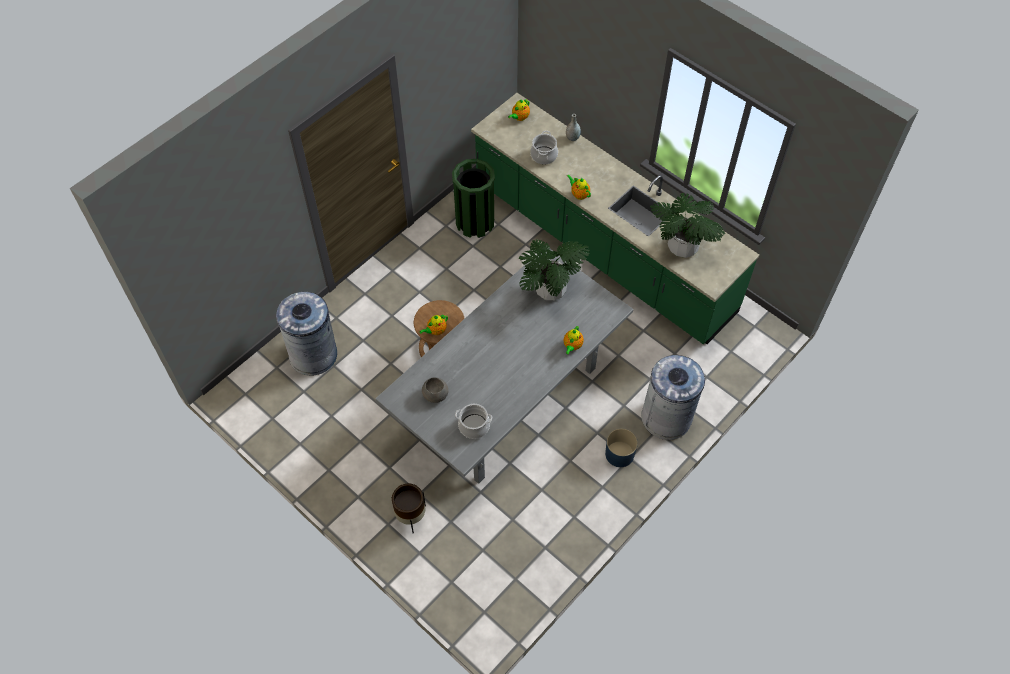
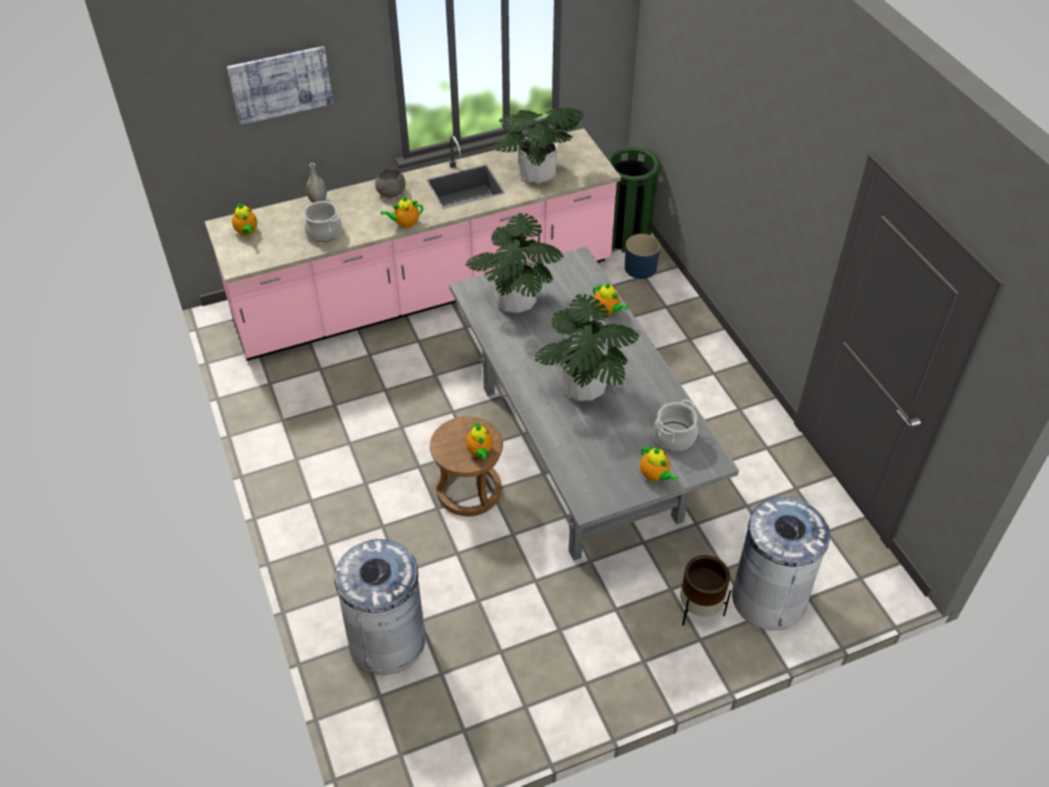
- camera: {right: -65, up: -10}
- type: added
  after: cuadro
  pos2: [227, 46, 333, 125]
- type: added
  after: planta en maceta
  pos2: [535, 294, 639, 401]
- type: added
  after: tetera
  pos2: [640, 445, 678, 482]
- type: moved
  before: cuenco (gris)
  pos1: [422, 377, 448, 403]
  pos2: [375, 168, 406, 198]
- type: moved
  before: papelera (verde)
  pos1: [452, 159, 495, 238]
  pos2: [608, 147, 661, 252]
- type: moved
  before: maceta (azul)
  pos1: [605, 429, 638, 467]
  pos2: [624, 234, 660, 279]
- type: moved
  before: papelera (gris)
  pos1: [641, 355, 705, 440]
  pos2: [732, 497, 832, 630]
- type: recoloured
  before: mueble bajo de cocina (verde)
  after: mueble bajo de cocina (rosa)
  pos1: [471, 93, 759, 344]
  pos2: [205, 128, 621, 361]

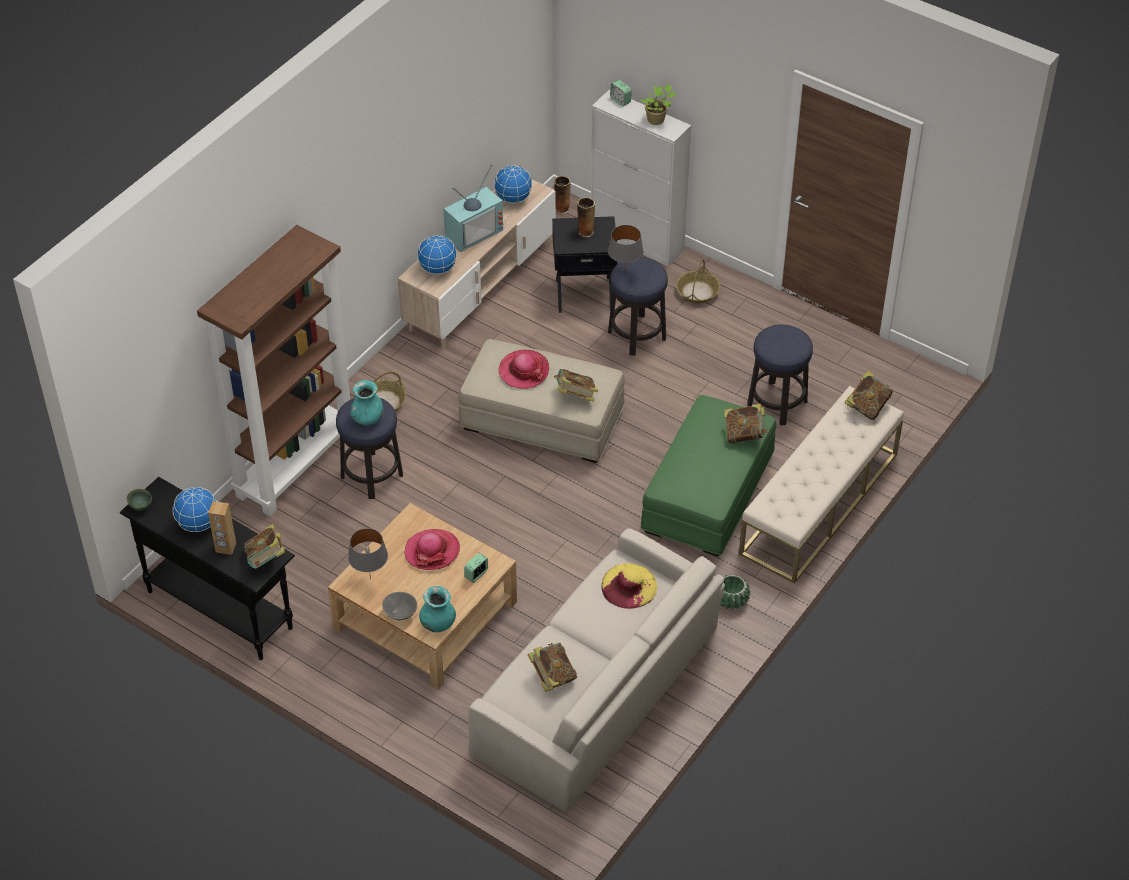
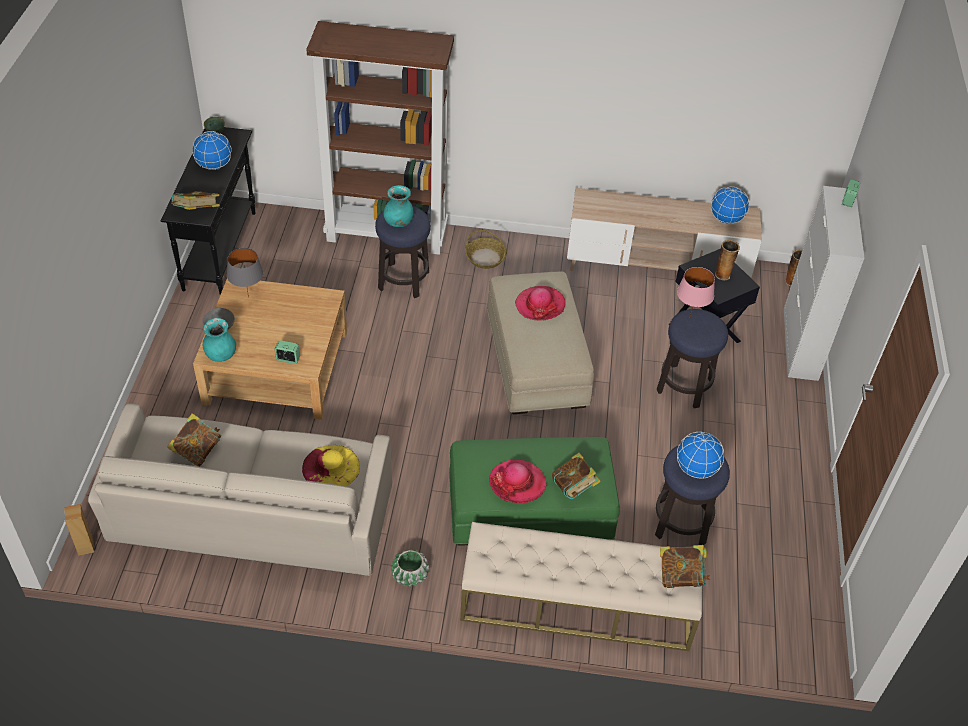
- camera: {right: 60, up: 0}
- type: removed
  before: televisor
  pos1: [444, 163, 503, 252]
- type: removed
  before: libro
  pos1: [554, 369, 598, 402]
- type: removed
  before: planta en maceta
  pos1: [639, 84, 676, 125]
- type: removed
  before: cesta
  pos1: [676, 259, 720, 304]
- type: moved
  before: altavoz (marrón)
  pos1: [208, 501, 236, 555]
  pos2: [64, 504, 94, 556]
- type: moved
  before: sombrero
  pos1: [405, 529, 460, 570]
  pos2: [489, 459, 547, 503]
- type: moved
  before: globo terráqueo
  pos1: [417, 235, 457, 274]
  pos2: [677, 431, 724, 479]
- type: recoloured
  before: lámpara de mesa (gris)
  after: lámpara de mesa (rosa)
  pos1: [608, 225, 643, 264]
  pos2: [677, 267, 715, 316]

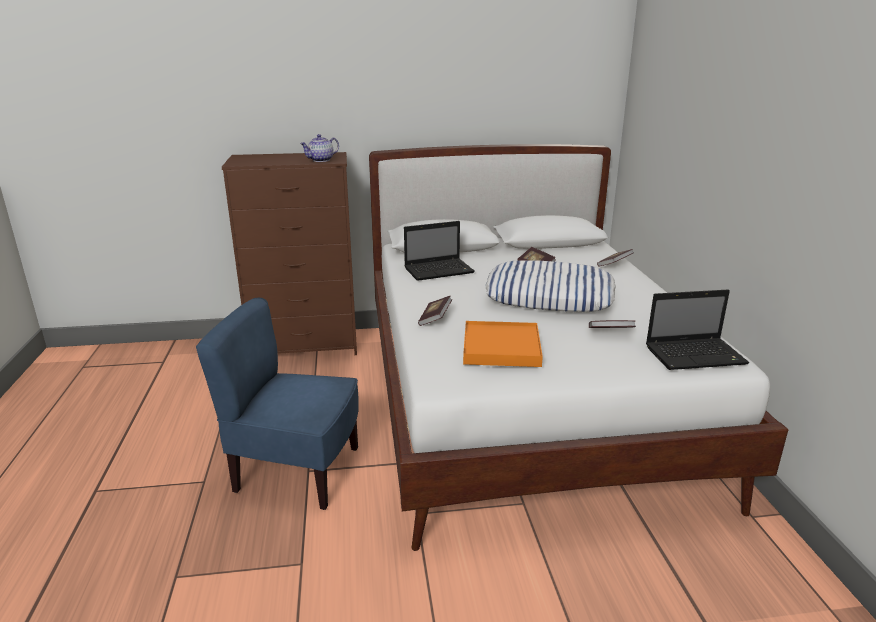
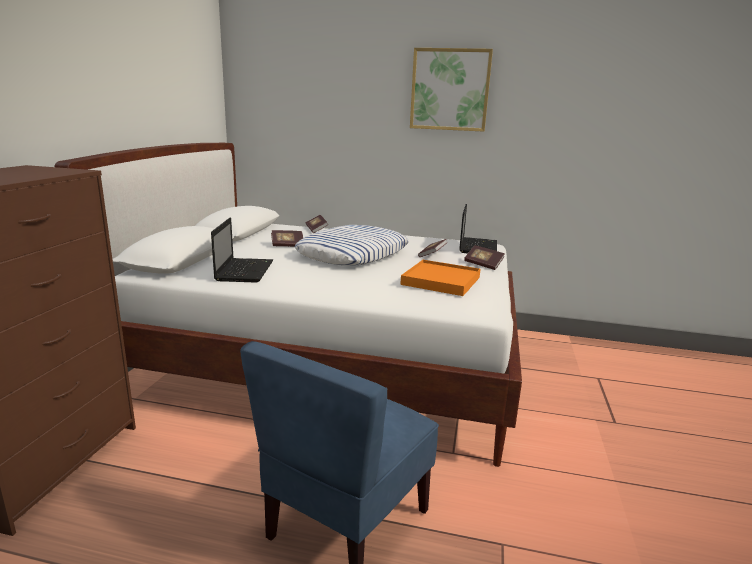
- camera: {right: -70, up: -5}
- type: removed
  before: tetera
  pos1: [300, 134, 339, 162]
- type: added
  after: cuadro
  pos2: [410, 48, 493, 132]
- type: moved
  before: libro
  pos1: [418, 296, 452, 326]
  pos2: [464, 245, 505, 270]

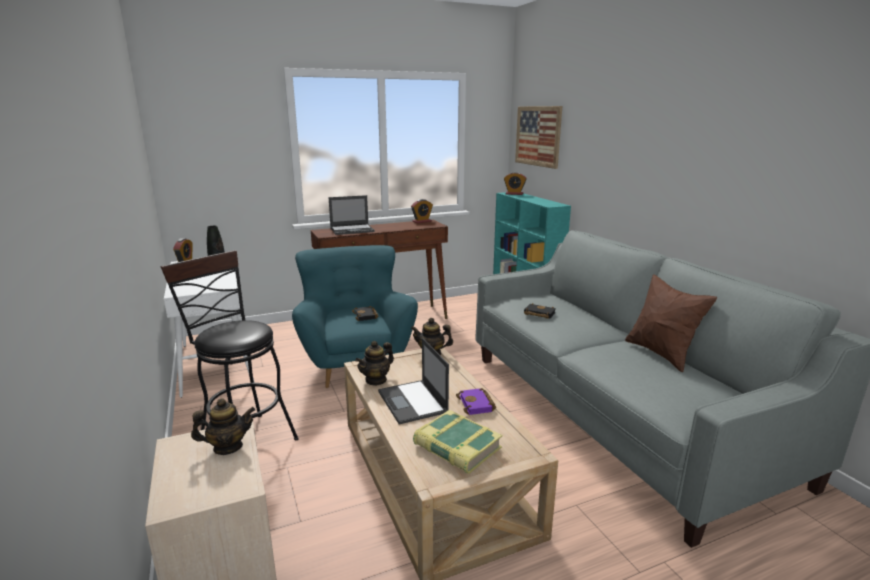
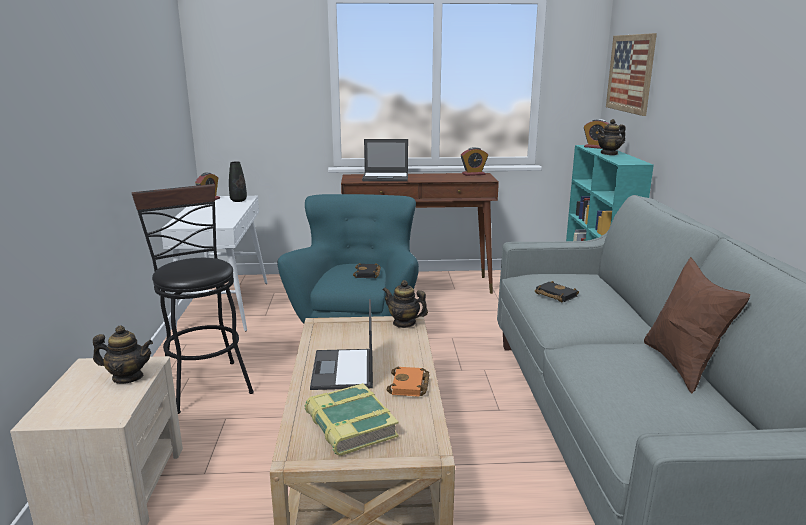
- camera: {right: 20, up: 0}
- type: moved
  before: tetera
  pos1: [355, 341, 394, 386]
  pos2: [597, 119, 626, 155]
- type: recoloured
  before: libro (morado)
  after: libro (naranja)
  pos1: [456, 388, 496, 415]
  pos2: [386, 367, 429, 397]

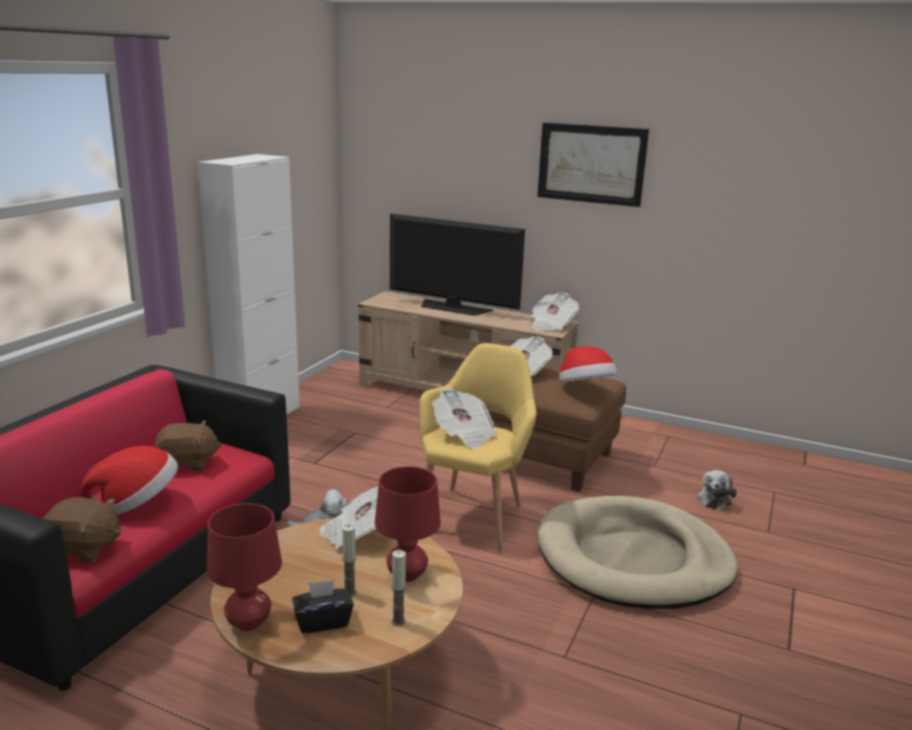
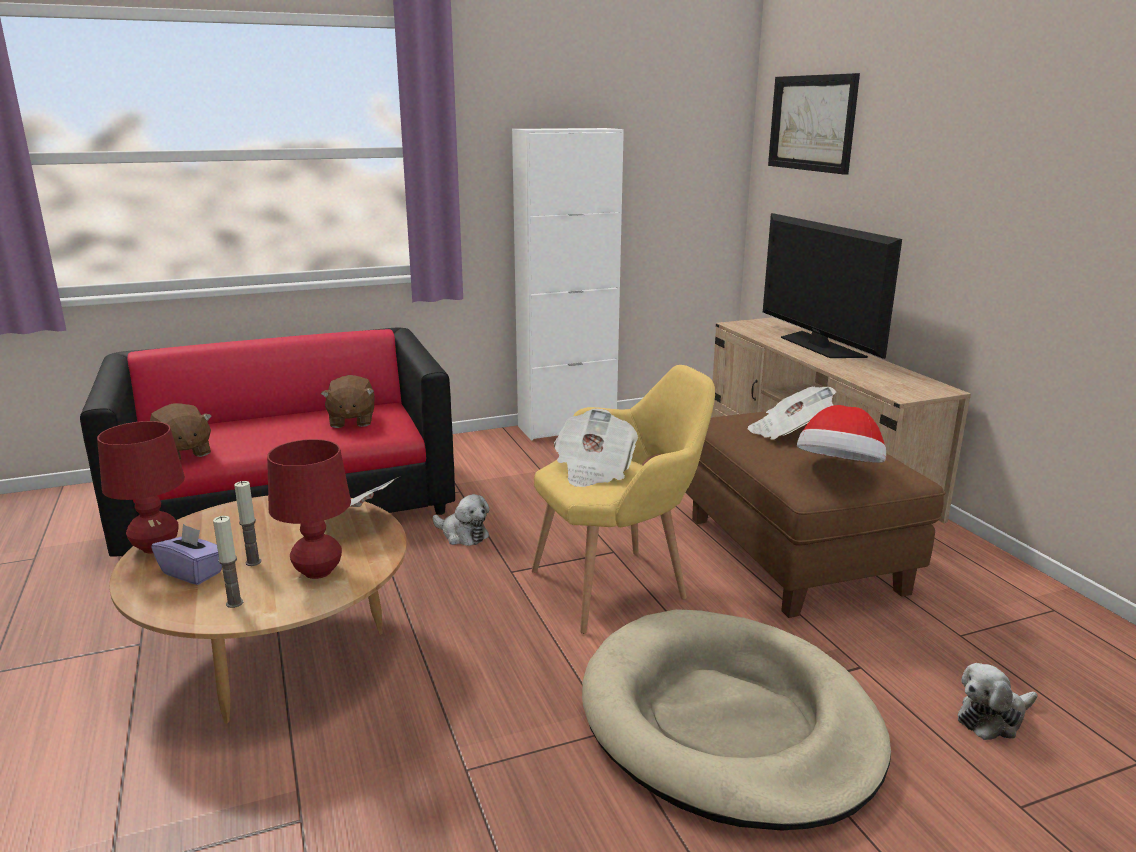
- camera: {right: 45, up: 0}
- type: removed
  before: sombrero
  pos1: [81, 445, 178, 514]
- type: removed
  before: periódico
  pos1: [531, 292, 579, 331]
- type: moved
  before: cuadro
  pos1: [538, 123, 649, 207]
  pos2: [768, 73, 860, 175]
- type: recoloured
  before: caja de pañuelos (negro)
  after: caja de pañuelos (morado)
  pos1: [292, 580, 354, 634]
  pos2: [151, 524, 222, 585]
- type: turned
  before: peluche (marrón)
  pos1: [155, 420, 222, 472]
  pos2: [321, 375, 375, 428]
  turn: 45

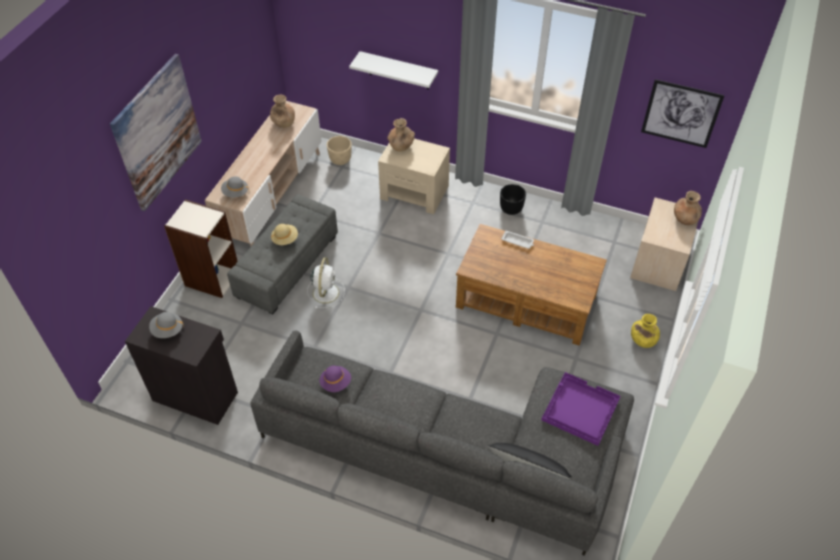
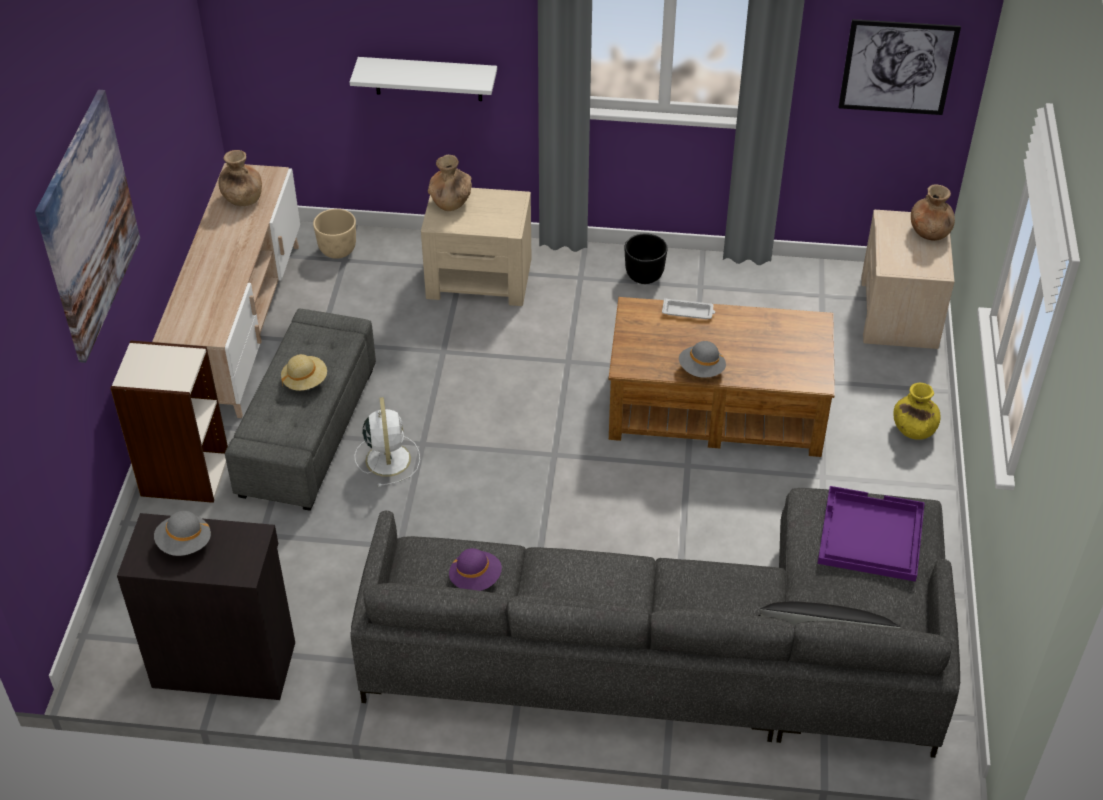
- camera: {right: -15, up: -5}
- type: moved
  before: sombrero (gris)
  pos1: [221, 176, 249, 197]
  pos2: [679, 341, 726, 378]

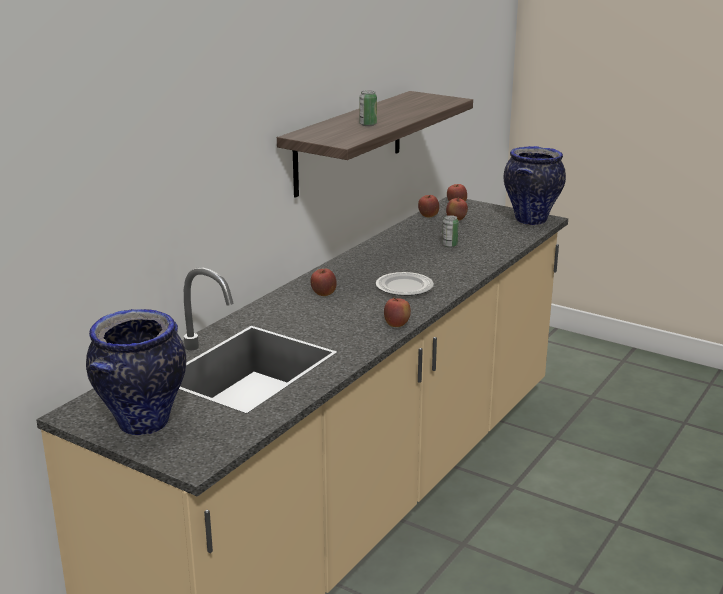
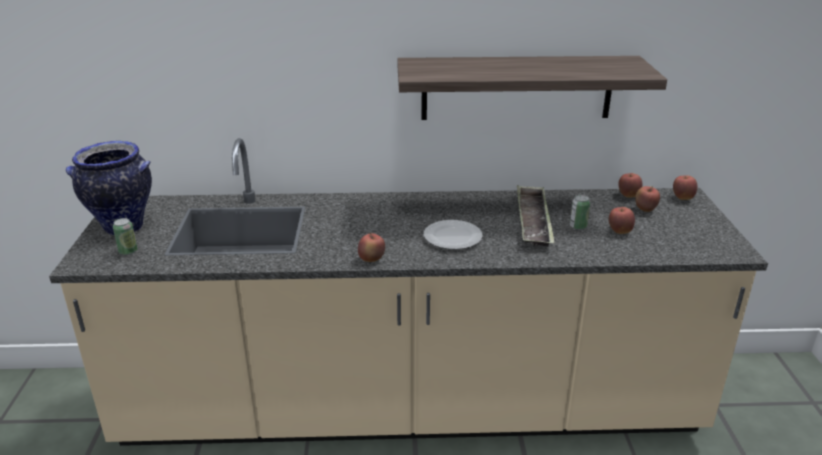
- camera: {right: 55, up: 5}
- type: removed
  before: florero
  pos1: [503, 146, 566, 225]
- type: added
  after: bandeja
  pos2: [517, 185, 554, 247]
- type: moved
  before: manzana
  pos1: [310, 269, 337, 296]
  pos2: [609, 207, 635, 234]
- type: moved
  before: lata
  pos1: [359, 90, 377, 126]
  pos2: [113, 218, 138, 255]

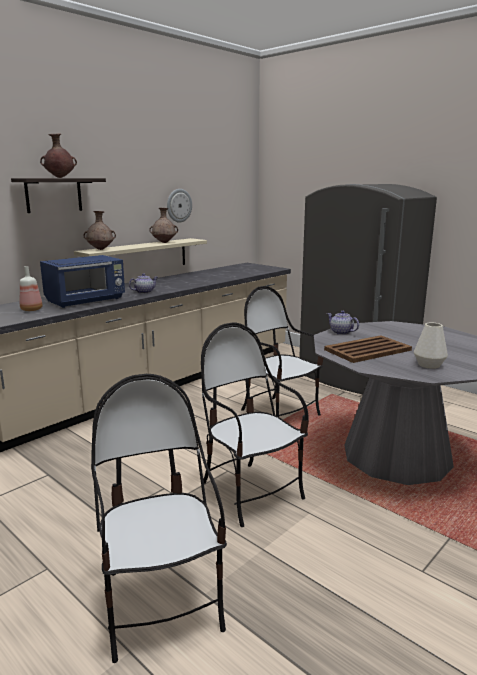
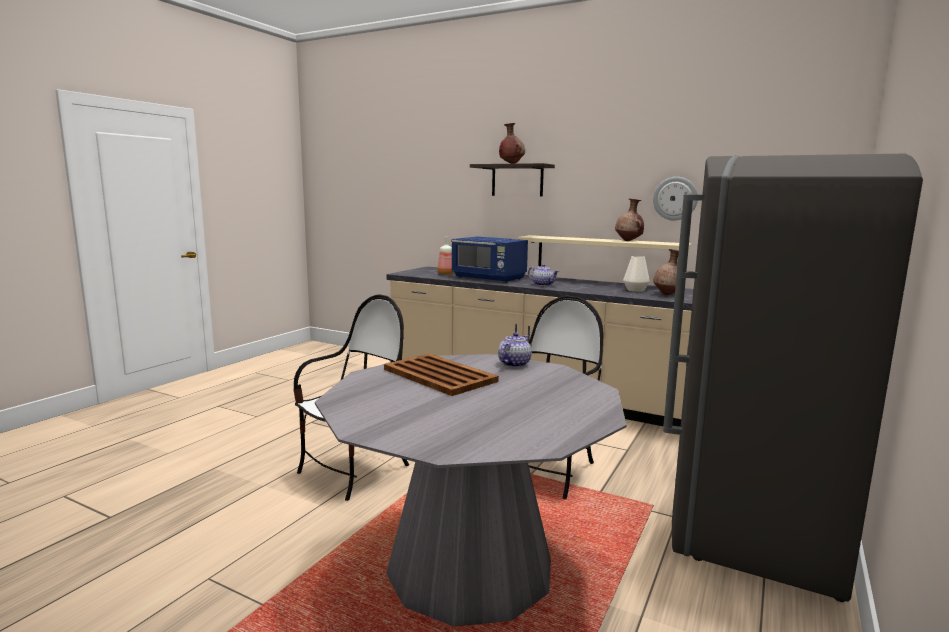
- camera: {right: 75, up: -5}
- type: removed
  before: silla
  pos1: [91, 374, 227, 663]
- type: moved
  before: florero (marrón)
  pos1: [83, 211, 116, 250]
  pos2: [653, 249, 679, 295]
- type: moved
  before: florero (blanco)
  pos1: [414, 323, 448, 369]
  pos2: [623, 256, 650, 292]

